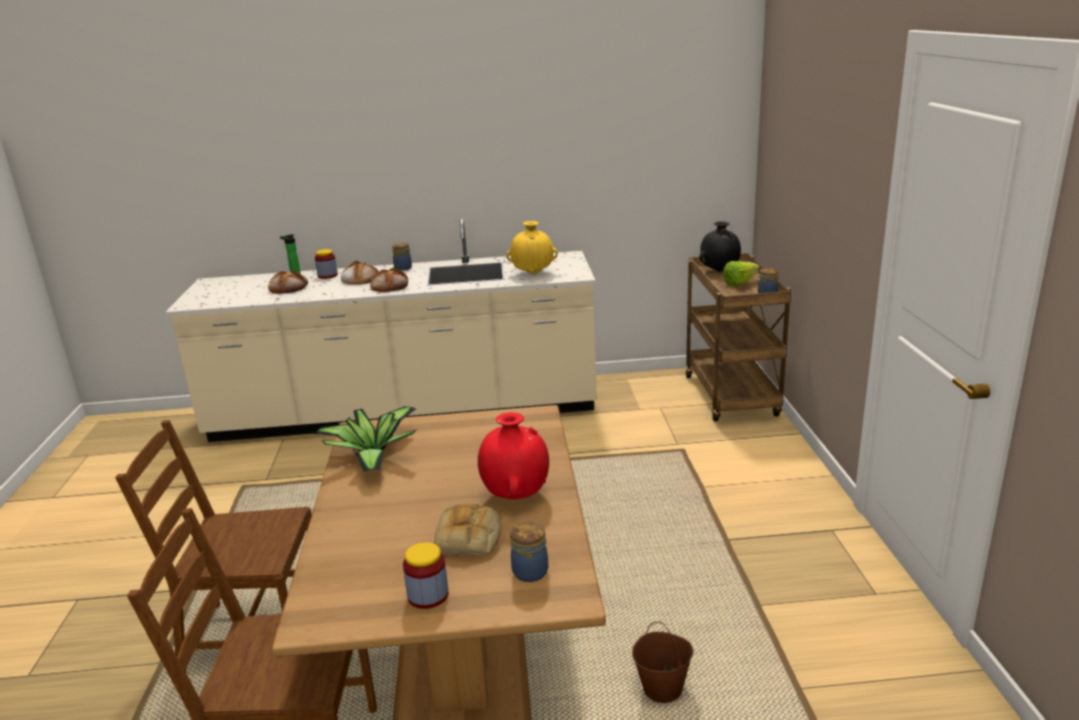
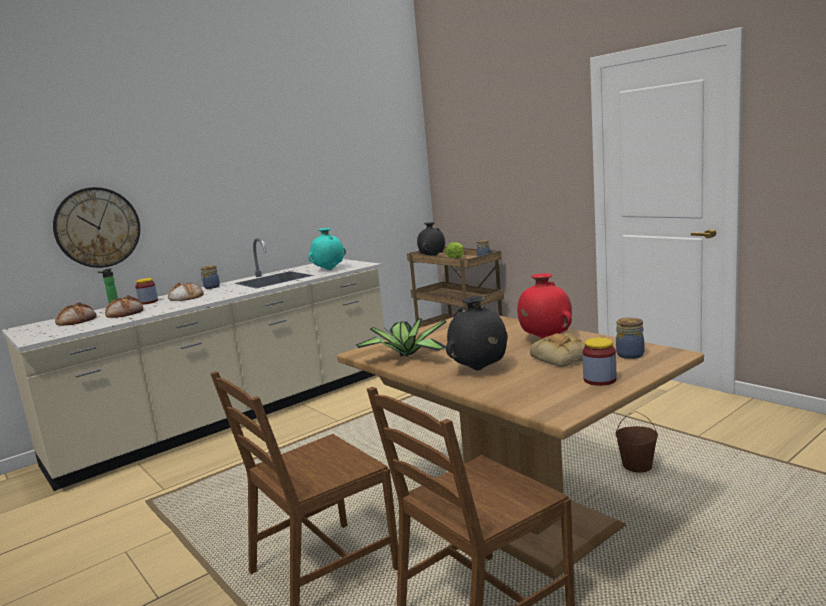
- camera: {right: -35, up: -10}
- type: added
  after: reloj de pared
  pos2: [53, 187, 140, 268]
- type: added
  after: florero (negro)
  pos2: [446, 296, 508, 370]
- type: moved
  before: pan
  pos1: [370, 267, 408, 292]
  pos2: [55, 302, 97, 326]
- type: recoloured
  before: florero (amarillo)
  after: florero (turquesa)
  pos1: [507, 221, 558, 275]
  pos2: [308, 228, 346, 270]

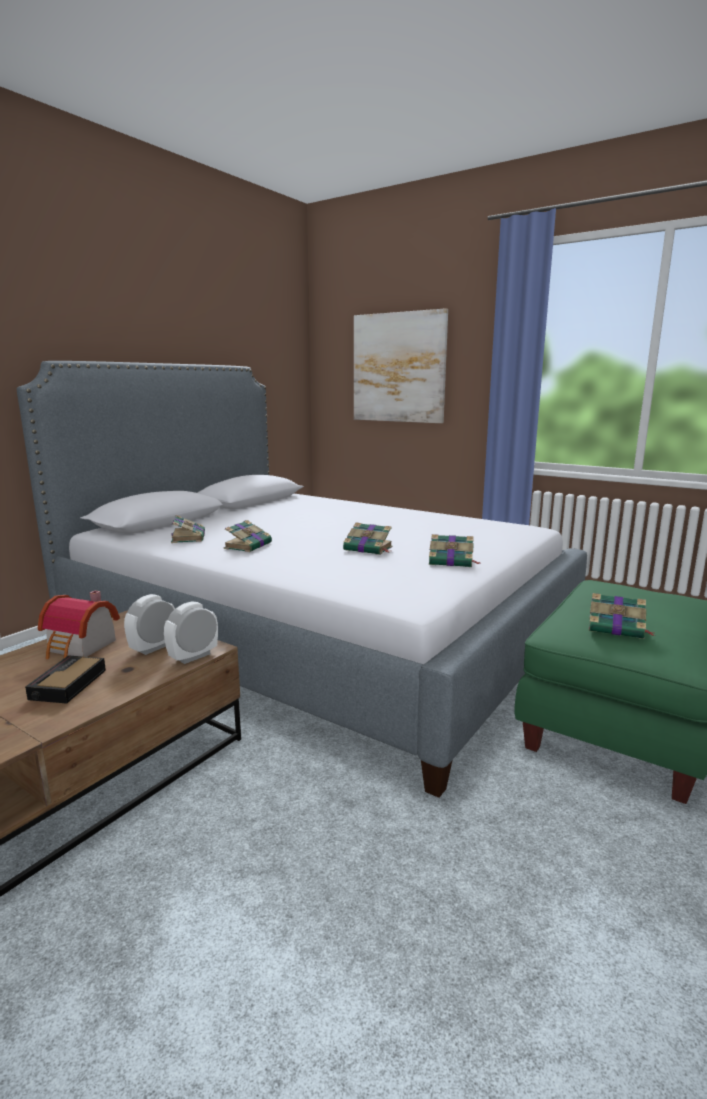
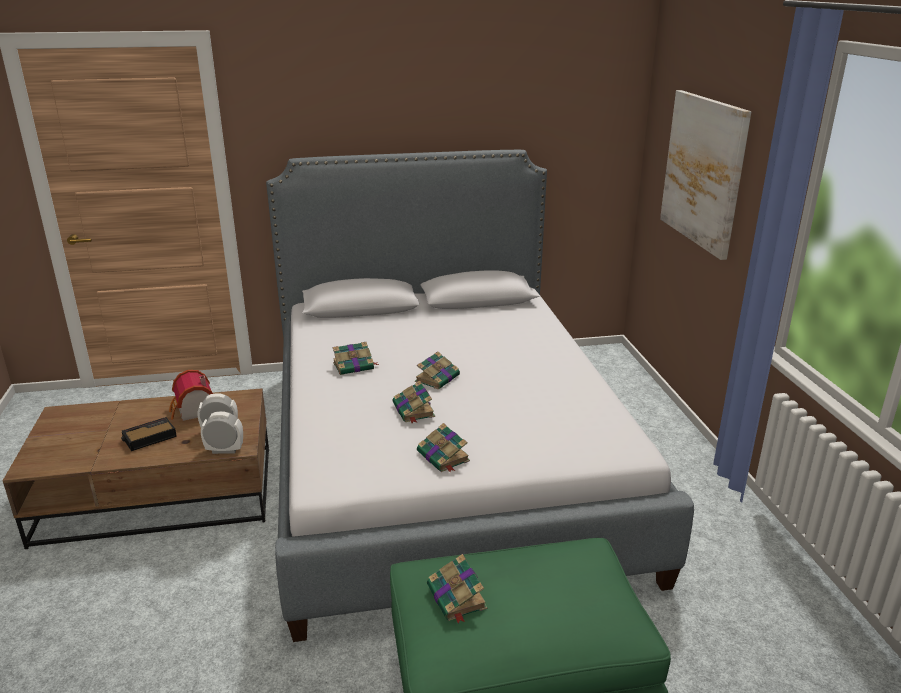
- camera: {right: 45, up: 10}
- type: moved
  before: libro
  pos1: [171, 515, 205, 543]
  pos2: [415, 351, 460, 390]

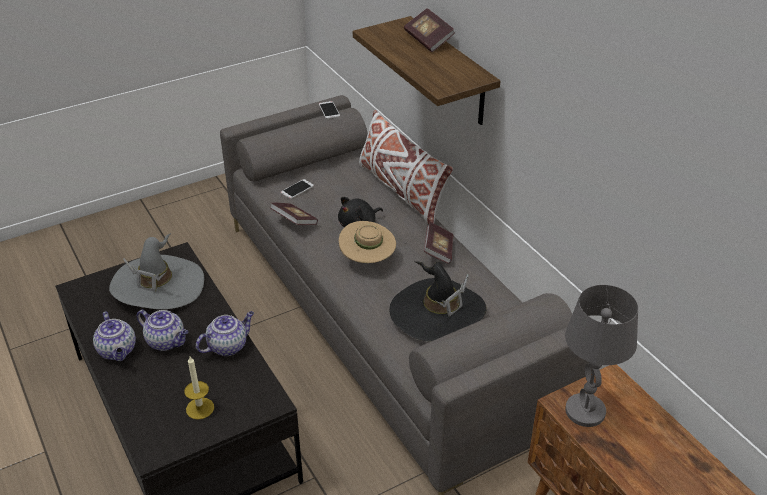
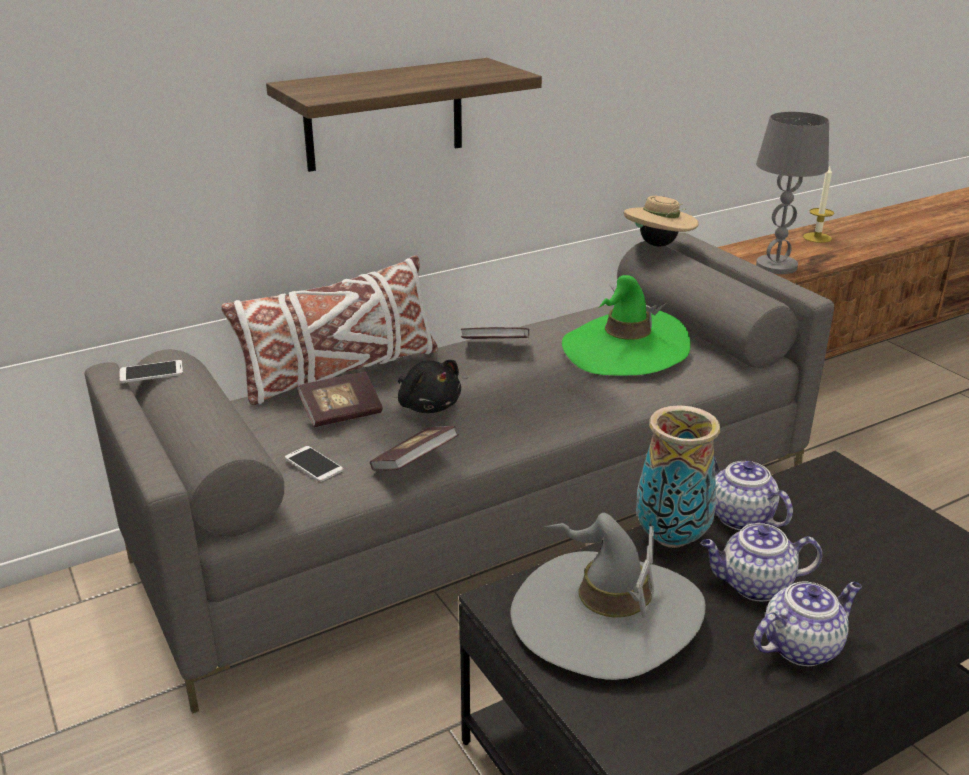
- camera: {right: -90, up: -10}
- type: added
  after: florero
  pos2: [636, 405, 720, 548]
- type: moved
  before: vela
  pos1: [184, 356, 214, 420]
  pos2: [803, 166, 834, 243]
- type: moved
  before: sombrero (beis)
  pos1: [339, 221, 396, 263]
  pos2: [624, 196, 699, 247]
- type: moved
  before: libro
  pos1: [404, 8, 455, 52]
  pos2: [297, 372, 383, 427]
- type: recoloured
  before: sombrero (negro)
  after: sombrero (verde)
  pos1: [389, 261, 487, 341]
  pos2: [562, 275, 691, 376]
- type: turned
  before: tetera
  pos1: [137, 310, 188, 351]
  pos2: [701, 523, 822, 601]
  turn: -120

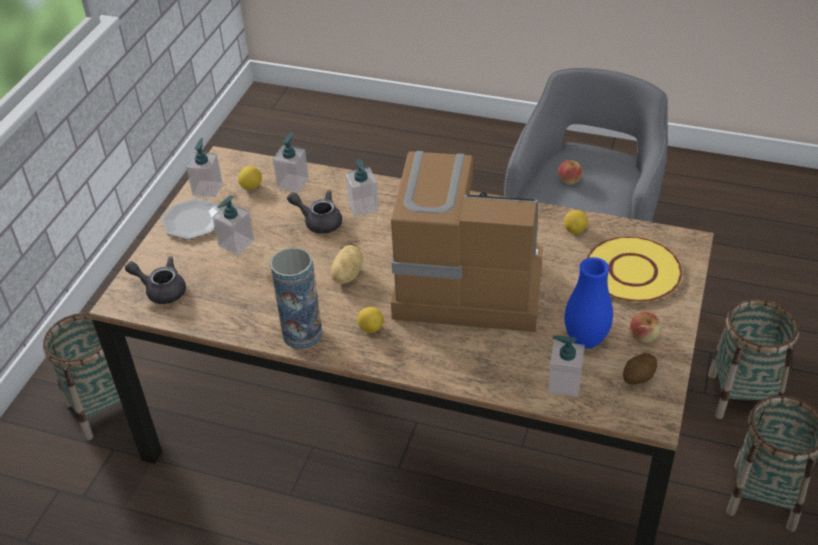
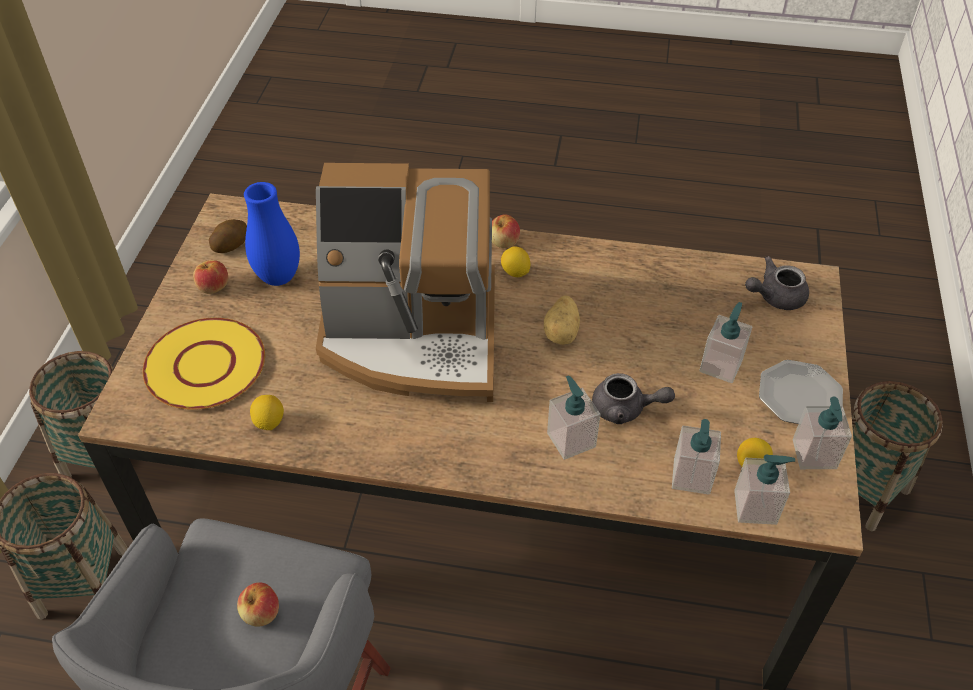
- camera: {right: 170, up: 5}
- type: removed
  before: florero
  pos1: [270, 247, 322, 349]
- type: added
  after: manzana
  pos2: [492, 214, 520, 248]
- type: moved
  before: dispensador de jabón
  pos1: [548, 336, 585, 397]
  pos2: [734, 455, 795, 525]
- type: turned
  before: tetera (gris)
  pos1: [125, 257, 186, 304]
  pos2: [745, 256, 809, 310]
  turn: 150

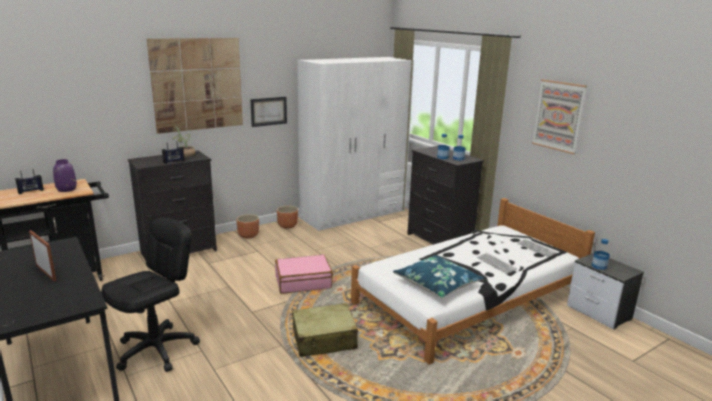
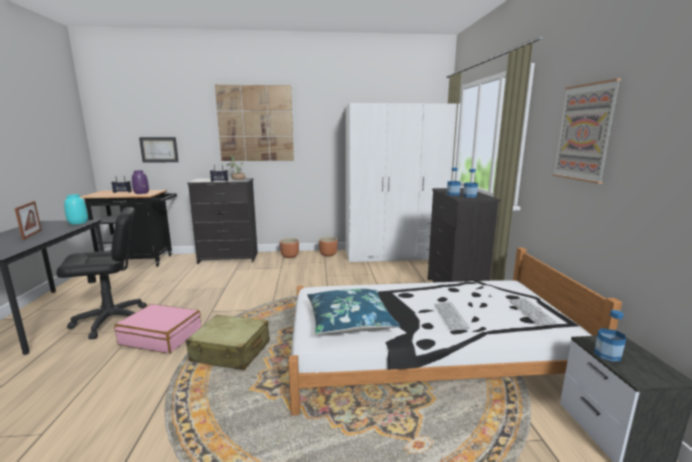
- camera: {right: 30, up: -5}
- type: added
  after: florero (turquesa)
  pos2: [64, 194, 88, 225]
- type: moved
  before: cuadro
  pos1: [250, 97, 287, 127]
  pos2: [139, 137, 179, 163]
- type: moved
  before: maleta (rosa)
  pos1: [275, 255, 333, 294]
  pos2: [114, 304, 201, 353]

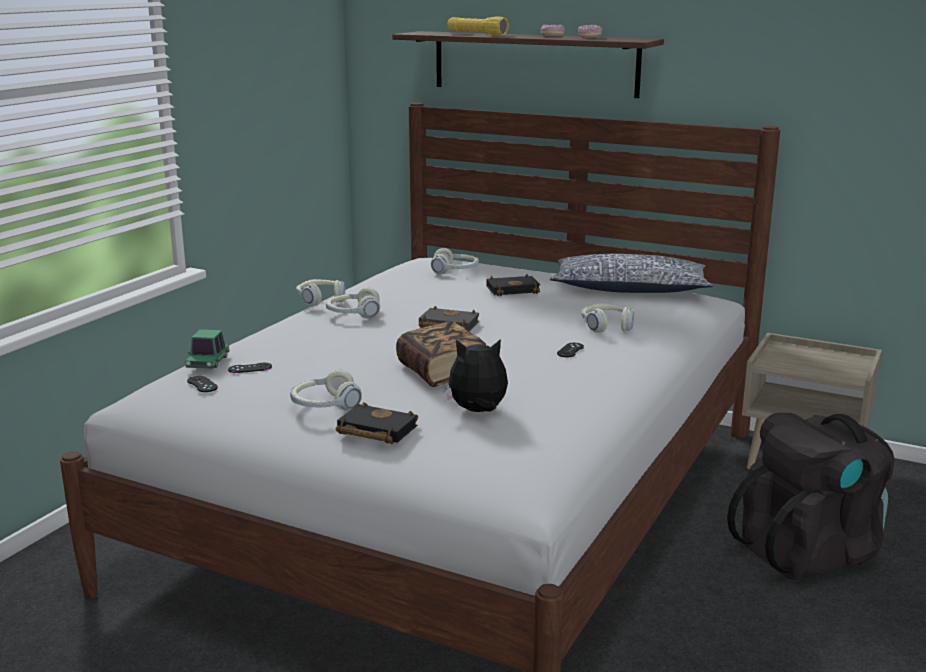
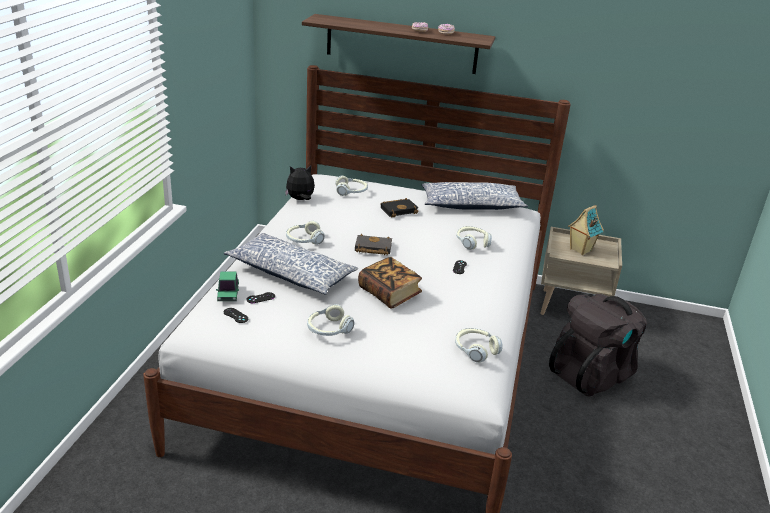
- camera: {right: -15, up: 10}
- type: removed
  before: libro (negro)
  pos1: [336, 402, 418, 444]
- type: removed
  before: linterna (amarillo)
  pos1: [447, 16, 509, 36]
- type: added
  after: cojín
  pos2: [224, 233, 358, 295]
- type: added
  after: casita
  pos2: [568, 205, 604, 255]
- type: moved
  before: auriculares
  pos1: [296, 279, 345, 306]
  pos2: [455, 328, 502, 363]
- type: moved
  before: peluche
  pos1: [444, 339, 508, 412]
  pos2: [285, 166, 315, 200]

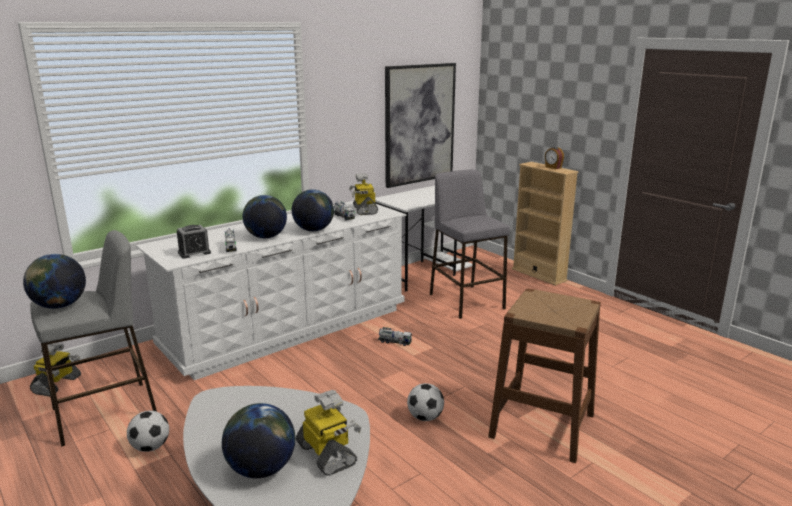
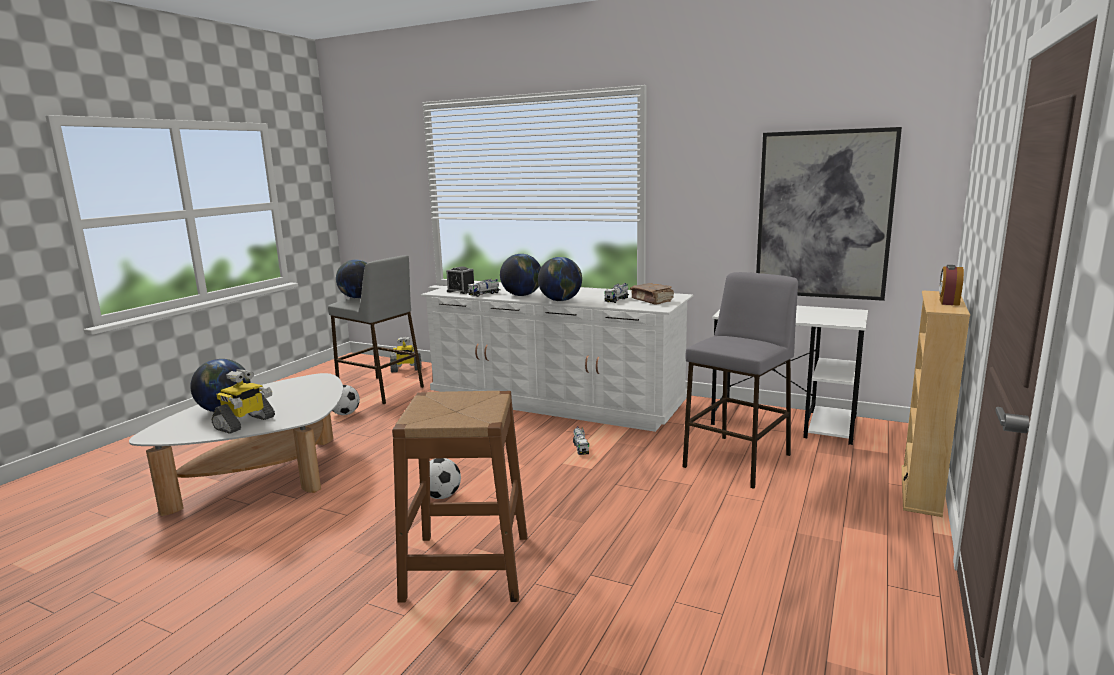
- camera: {right: 65, up: -5}
- type: replaced
  before: robot de juguete
  after: libro (marrón)
  pos1: [349, 174, 378, 215]
  pos2: [630, 283, 674, 305]

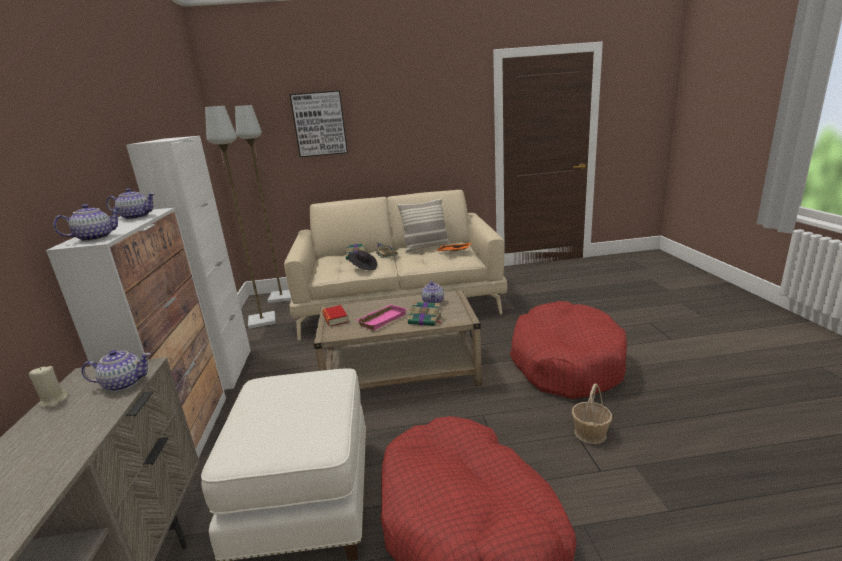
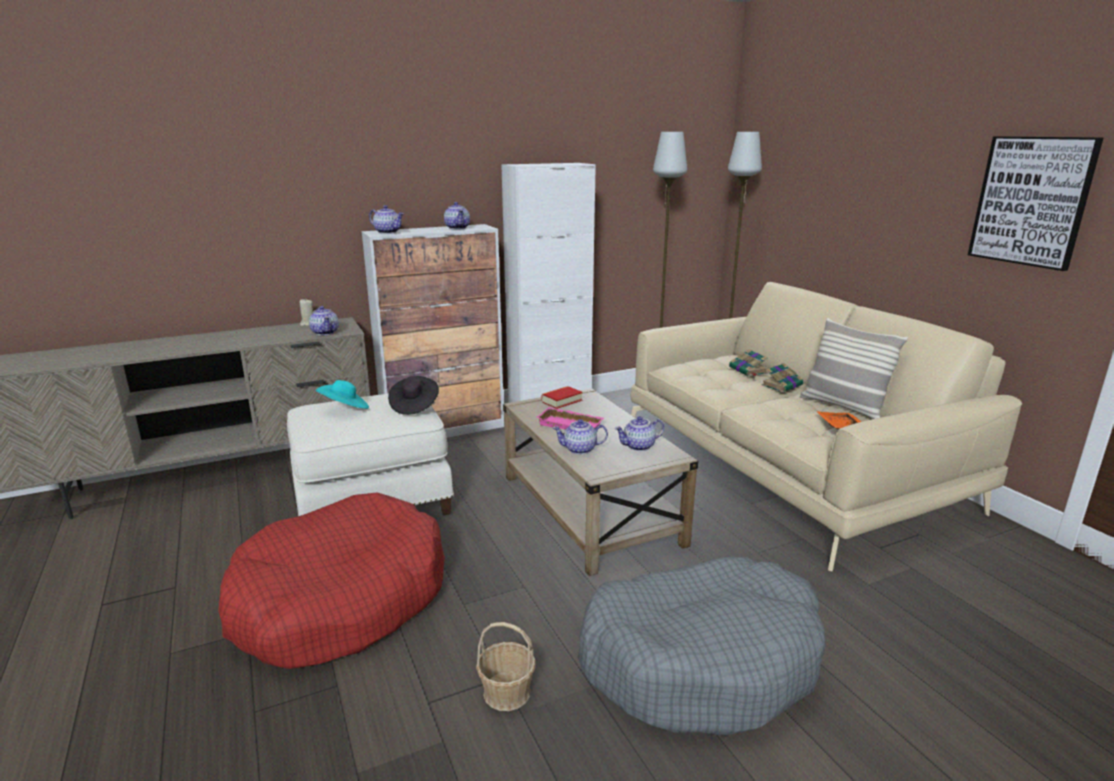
- camera: {right: 70, up: 0}
- type: added
  after: sombrero (turquesa)
  pos2: [315, 380, 369, 409]
- type: moved
  before: cuadro
  pos1: [290, 90, 348, 157]
  pos2: [968, 136, 1104, 271]
- type: moved
  before: sombrero (negro)
  pos1: [348, 250, 377, 271]
  pos2: [388, 376, 439, 415]
- type: replaced
  before: libro
  after: tetera
  pos1: [408, 301, 442, 326]
  pos2: [553, 419, 608, 454]
- type: recoloured
  before: cama para perro (rojo)
  after: cama para perro (gris)
  pos1: [510, 301, 627, 399]
  pos2: [578, 557, 825, 736]

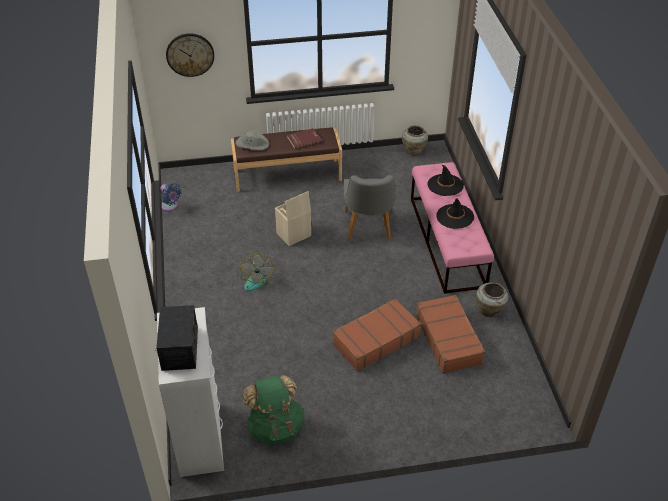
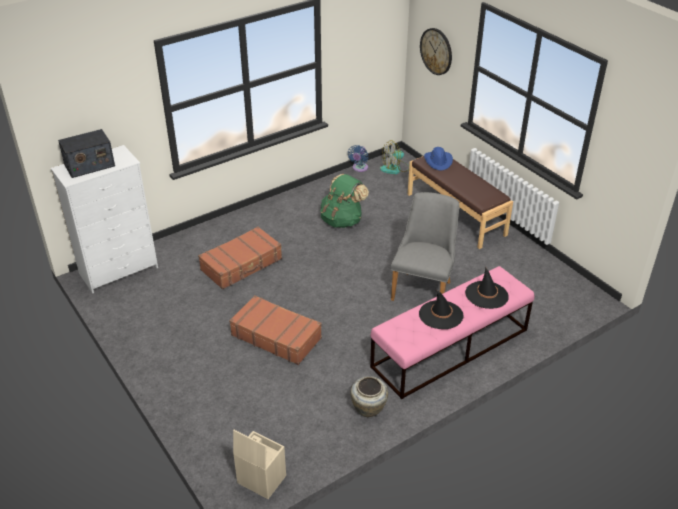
- camera: {right: 65, up: -5}
- type: removed
  before: libro (rojo)
  pos1: [287, 128, 322, 149]
- type: removed
  before: florero (beis)
  pos1: [402, 126, 428, 155]
- type: moved
  before: ventilador
  pos1: [237, 254, 274, 291]
  pos2: [380, 140, 409, 174]
- type: moved
  before: mochila (verde)
  pos1: [243, 375, 305, 446]
  pos2: [320, 174, 369, 228]
- type: moved
  before: caja de almacenaje (beis)
  pos1: [275, 191, 311, 246]
  pos2: [233, 430, 286, 499]
- type: moved
  before: maleta (marrón)
  pos1: [416, 295, 485, 374]
  pos2: [198, 226, 282, 289]
- type: recoloured
  before: sombrero (gris)
  after: sombrero (azul)
  pos1: [236, 131, 269, 150]
  pos2: [424, 147, 453, 171]
- type: turned
  before: silla (gris)
  pos1: [344, 175, 396, 240]
  pos2: [391, 192, 459, 301]
  turn: 135

